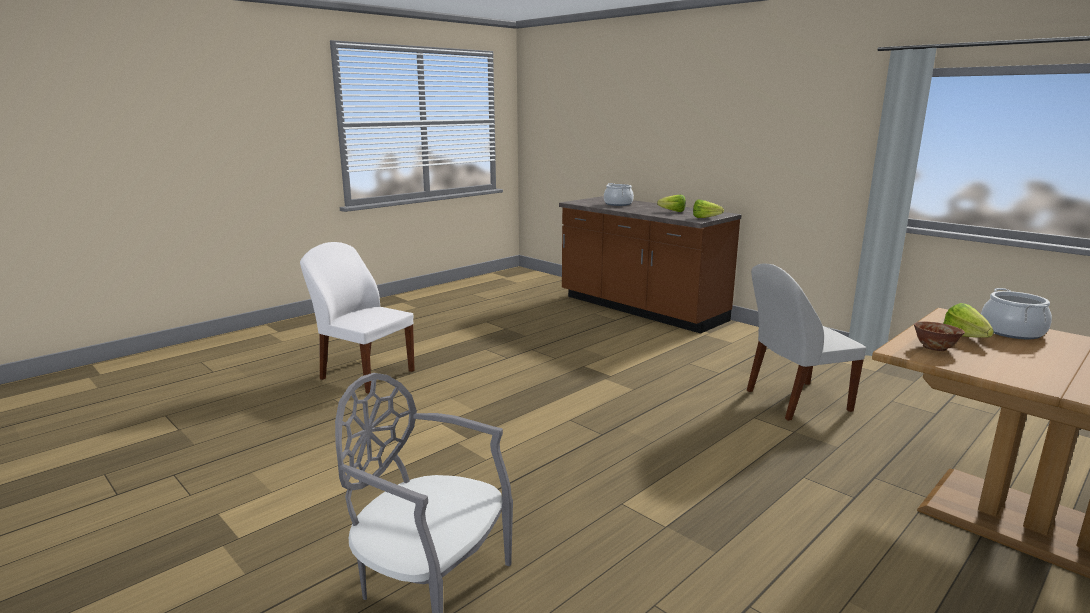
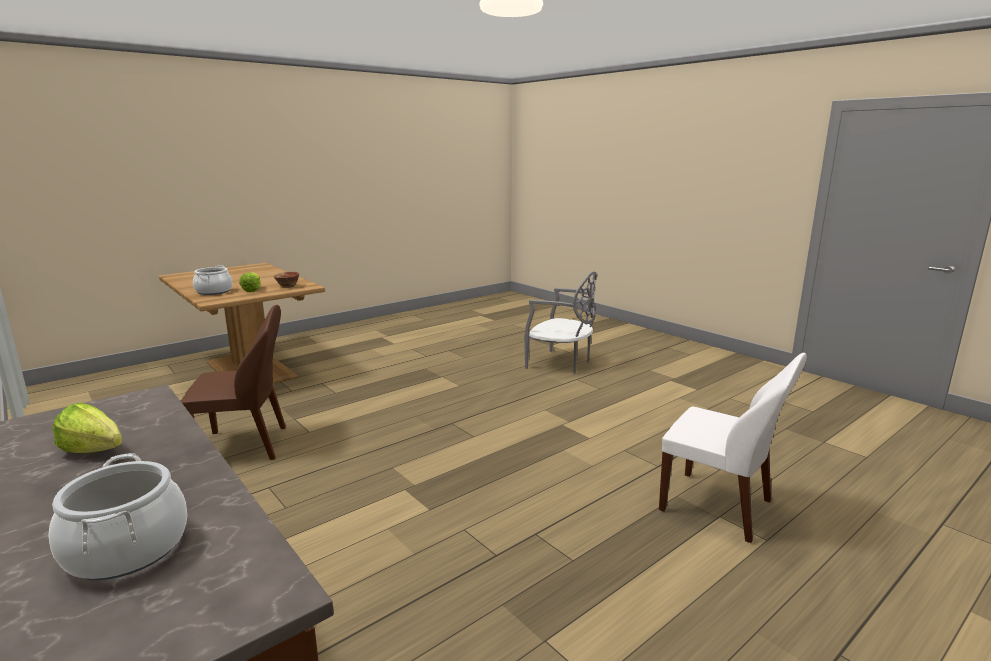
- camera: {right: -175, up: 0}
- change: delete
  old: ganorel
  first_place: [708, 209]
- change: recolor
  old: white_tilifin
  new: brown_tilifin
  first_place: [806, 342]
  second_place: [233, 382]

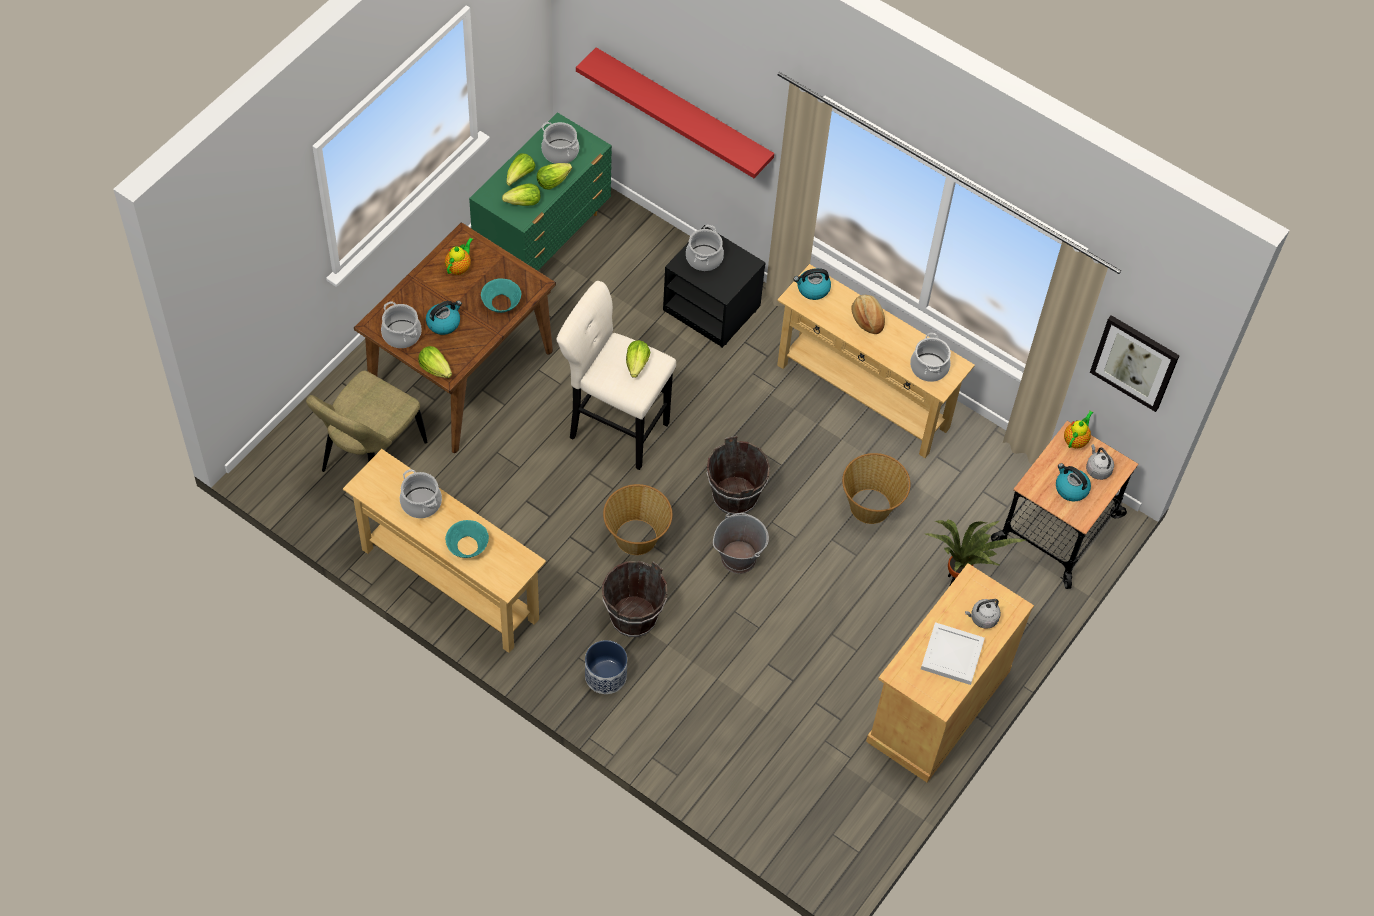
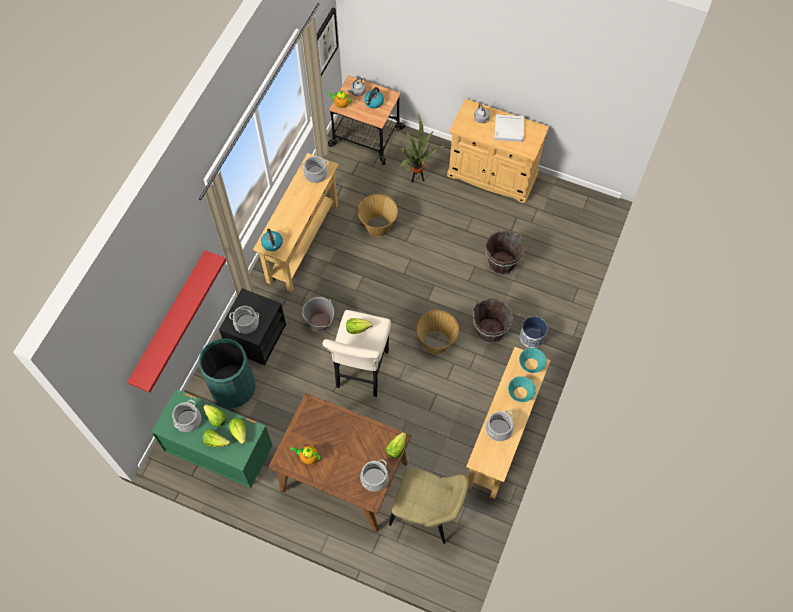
- camera: {right: -100, up: 5}
- change: delete
  old: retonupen
  first_place: [444, 318]
- change: delete
  old: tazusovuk
  first_place: [868, 314]
- change: insert
  new: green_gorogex
  second_place: [226, 373]
- change: move
  old: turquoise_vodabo
  first_place: [501, 295]
  second_place: [533, 360]
- change: move
  old: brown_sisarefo
  first_place: [738, 475]
  second_place: [505, 252]
- change: move
  old: grey_sisarefo
  first_place: [741, 543]
  second_place: [318, 315]

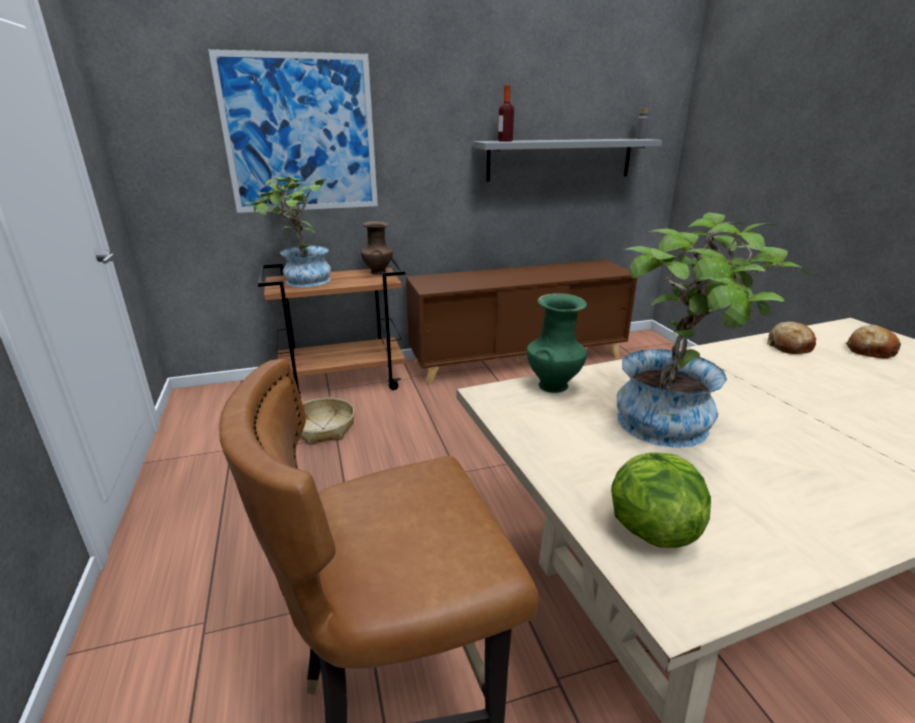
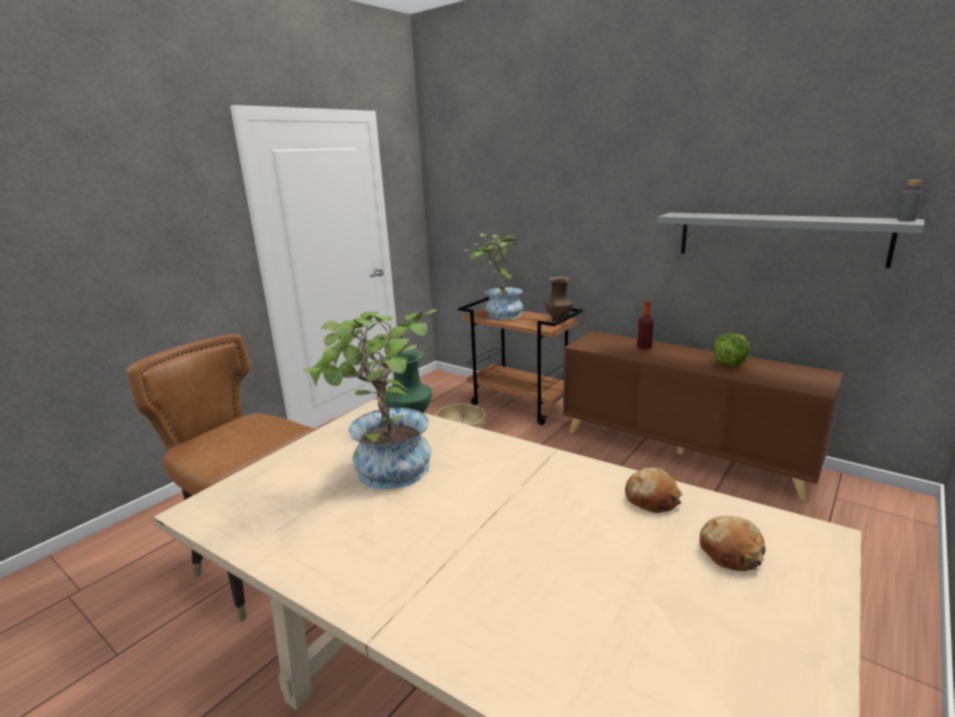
- camera: {right: 55, up: -5}
- change: delete
  old: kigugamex
  first_place: [293, 131]
- change: move
  old: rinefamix
  first_place: [506, 113]
  second_place: [645, 325]
- change: move
  old: ganorel
  first_place: [661, 500]
  second_place: [731, 349]

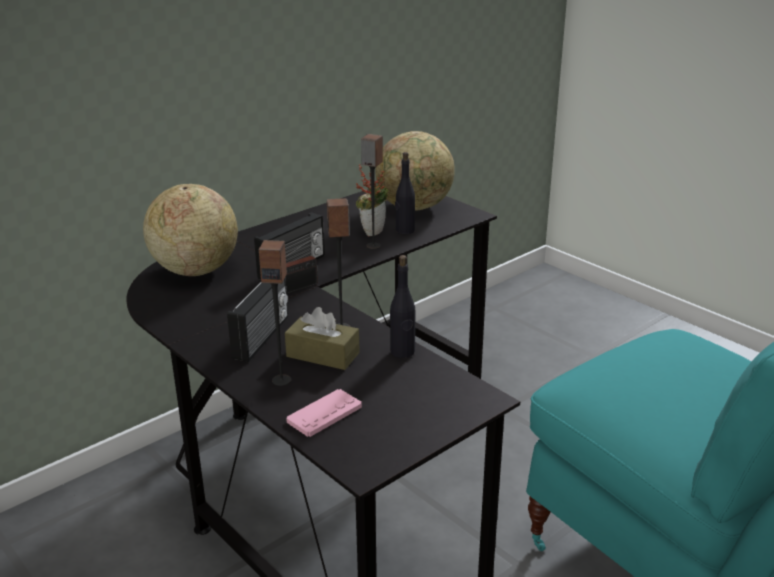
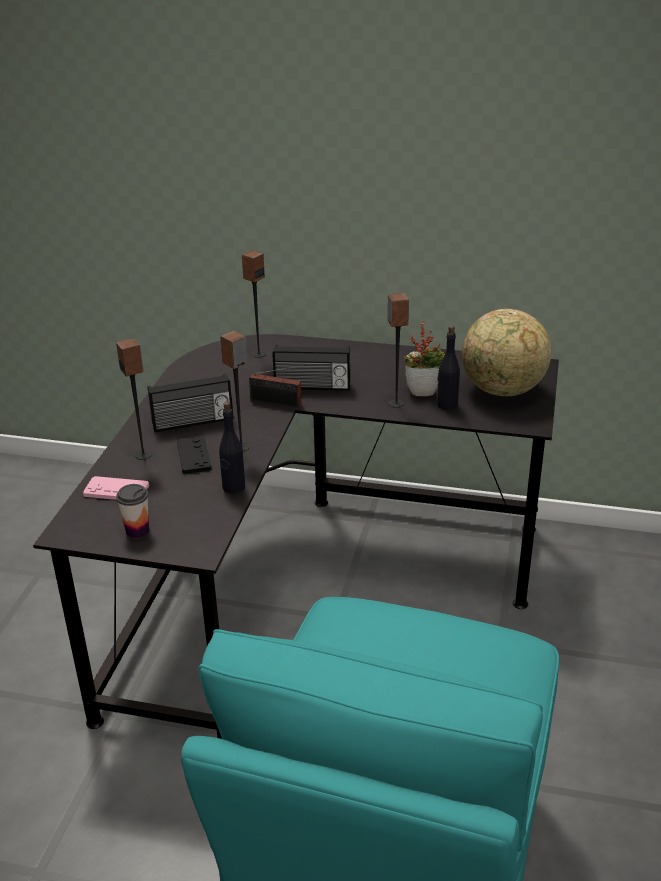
- camera: {right: 55, up: 5}
- change: insert
  new: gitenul
  second_place: [132, 511]
- change: replace
  old: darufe
  new: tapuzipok
  first_place: [190, 230]
  second_place: [254, 304]
- change: replace
  old: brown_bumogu
  new: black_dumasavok
  first_place: [322, 338]
  second_place: [194, 455]

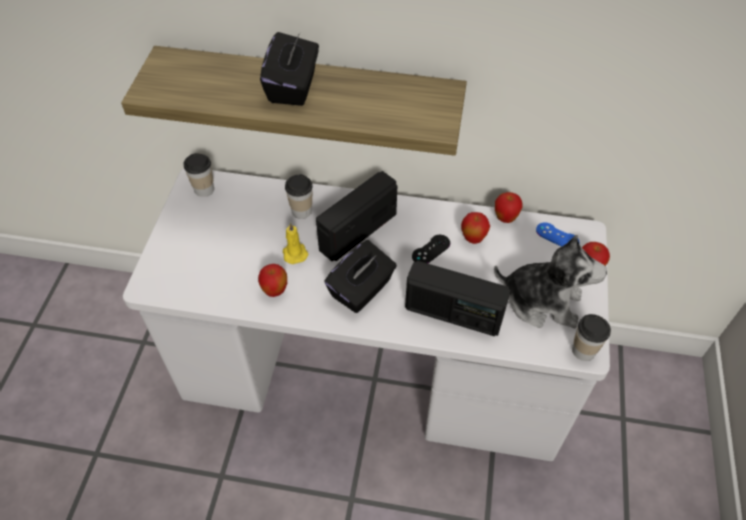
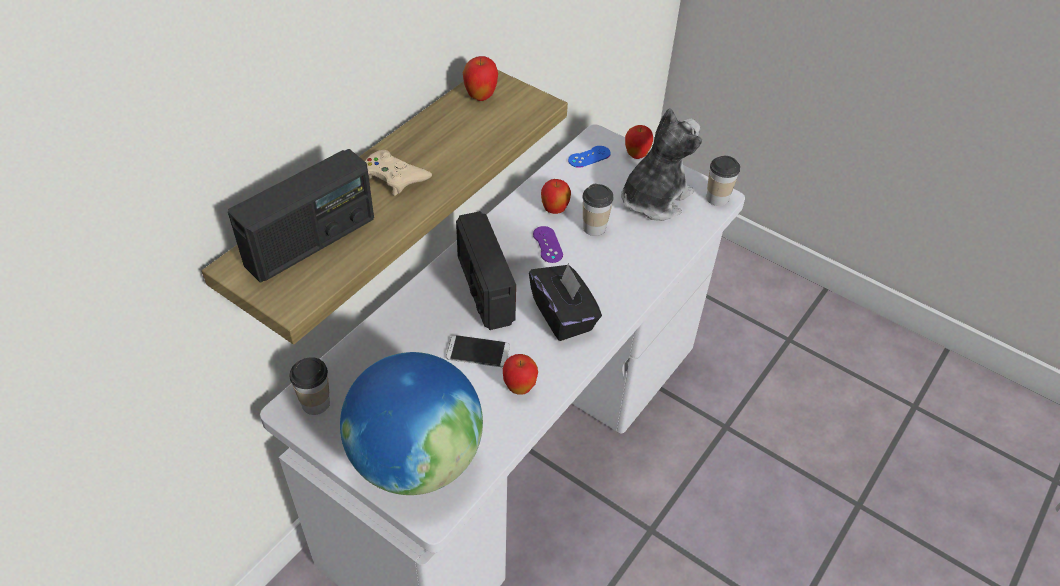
- camera: {right: -65, up: -5}
- change: insert
  new: darufe
  second_place: [411, 423]
- change: move
  old: gitenul
  first_place: [299, 196]
  second_place: [598, 210]
- change: move
  old: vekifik
  first_place: [458, 298]
  second_place: [301, 216]
- change: move
  old: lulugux
  first_place: [509, 207]
  second_place: [480, 78]
- change: replace
  old: black_bumogu
  new: beige_dumasavok
  first_place: [289, 69]
  second_place: [398, 173]
- change: replace
  old: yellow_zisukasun
  new: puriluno
  first_place: [295, 243]
  second_place: [478, 351]
- change: recolor
  old: black_dumasavok
  new: purple_dumasavok
  first_place: [431, 249]
  second_place: [548, 244]

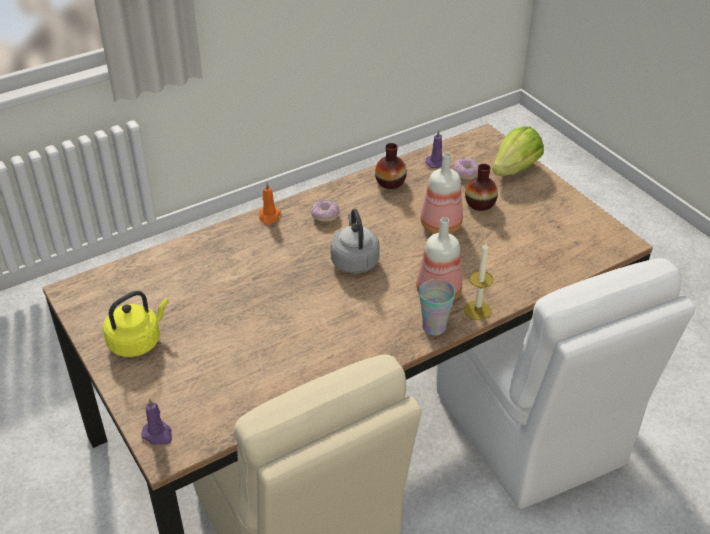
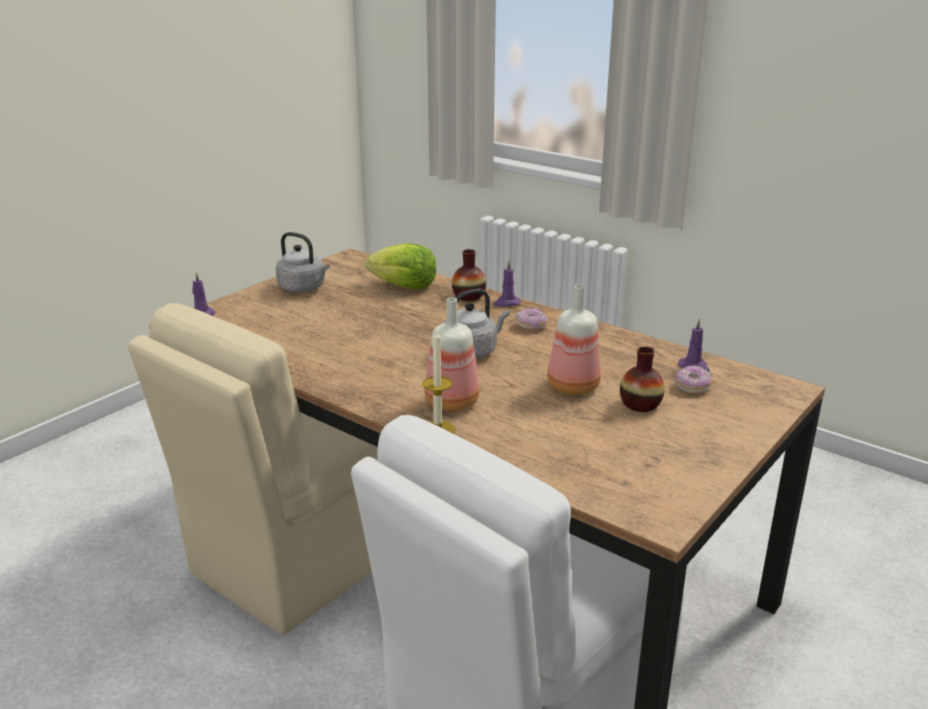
- camera: {right: 70, up: -15}
- change: delete
  old: gitenul
  first_place: [437, 307]
- change: move
  old: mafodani
  first_place: [391, 166]
  second_place: [469, 275]
- change: move
  old: ganorel
  first_place: [518, 151]
  second_place: [400, 266]
- change: recolor
  old: yellow_retonupen
  new: grey_retonupen
  first_place: [136, 324]
  second_place: [302, 262]
- change: recolor
  old: orange_zisukasun
  new: purple_zisukasun
  first_place: [270, 203]
  second_place: [507, 284]

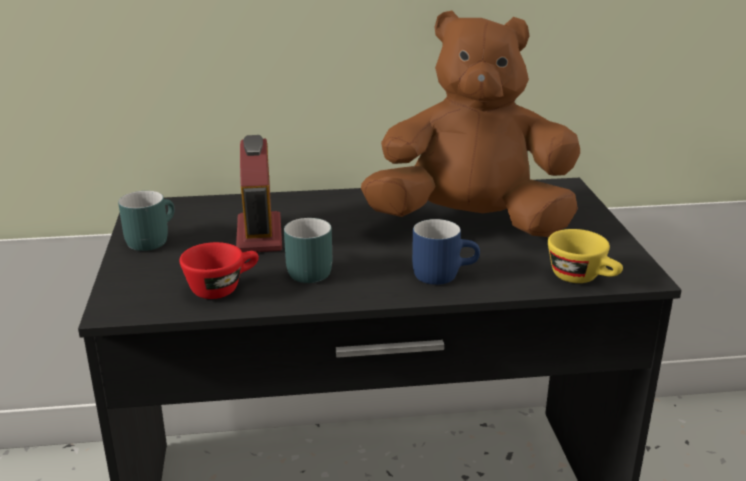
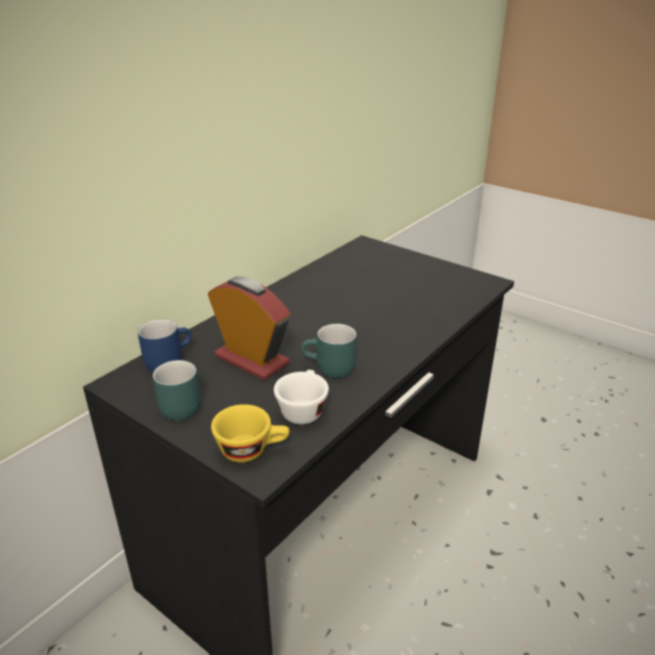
- camera: {right: -45, up: 5}
- change: delete
  old: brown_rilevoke
  first_place: [470, 124]
- change: move
  old: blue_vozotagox
  first_place: [446, 252]
  second_place: [164, 345]
- change: move
  old: yellow_gitenul
  first_place: [585, 256]
  second_place: [250, 433]
- change: recolor
  old: red_gitenul
  new: white_gitenul
  first_place: [219, 270]
  second_place: [301, 397]

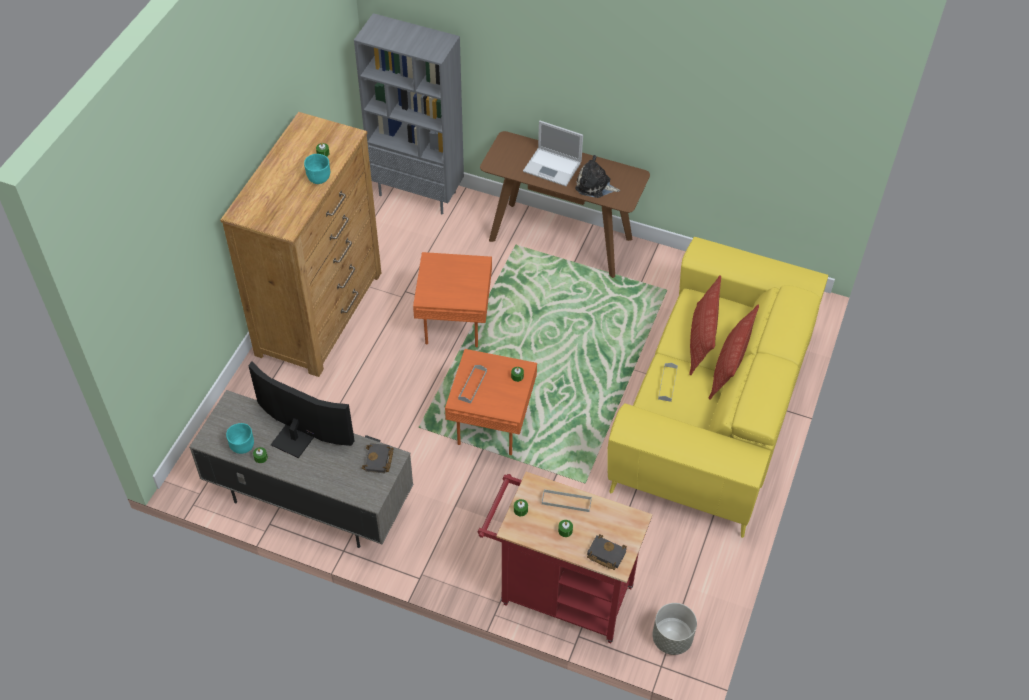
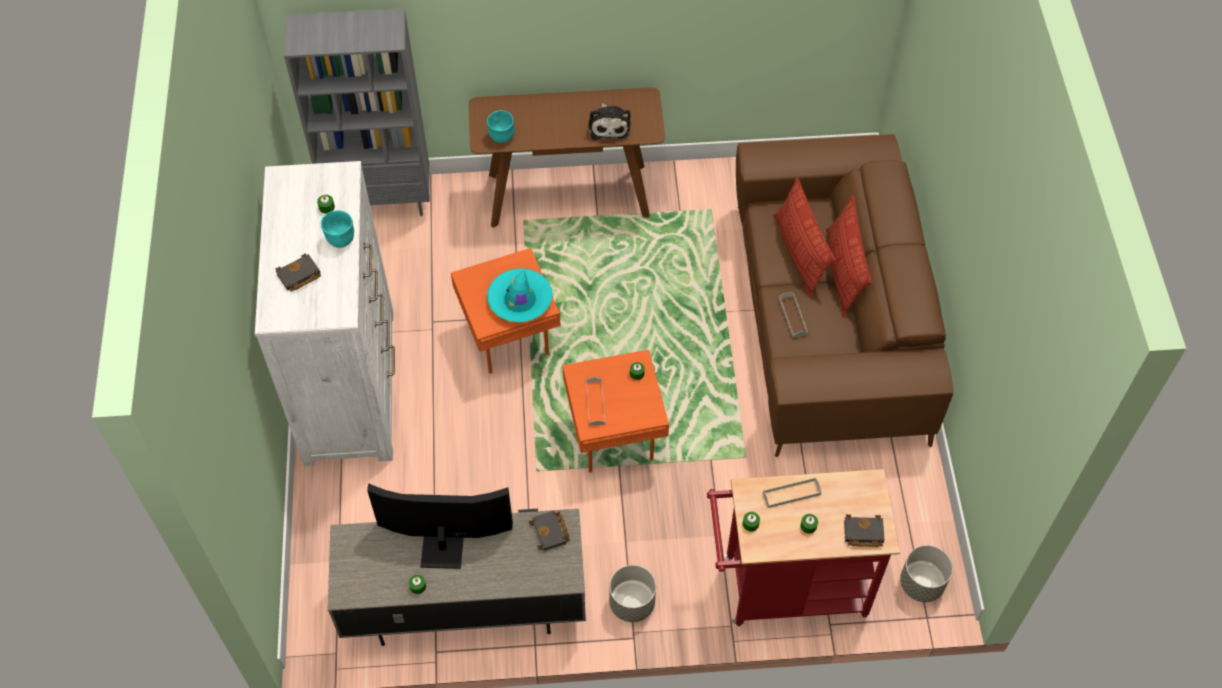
- camera: {right: -25, up: 5}
- change: delete
  old: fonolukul
  first_place: [553, 153]
- change: insert
  new: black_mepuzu
  second_place: [298, 273]
- change: insert
  new: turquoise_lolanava
  second_place: [519, 295]
- change: insert
  new: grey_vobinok
  second_place: [632, 593]
- change: move
  old: turquoise_vodabo
  first_place: [240, 438]
  second_place: [501, 126]
- change: recolor
  old: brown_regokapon
  new: white_regokapon
  first_place: [300, 244]
  second_place: [325, 313]
- change: recolor
  old: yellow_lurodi
  new: brown_lurodi
  first_place: [717, 387]
  second_place: [844, 295]
- change: rotate
  old: rilevoke
  first_place: [597, 176]
  second_place: [609, 121]
  degrees: -90

